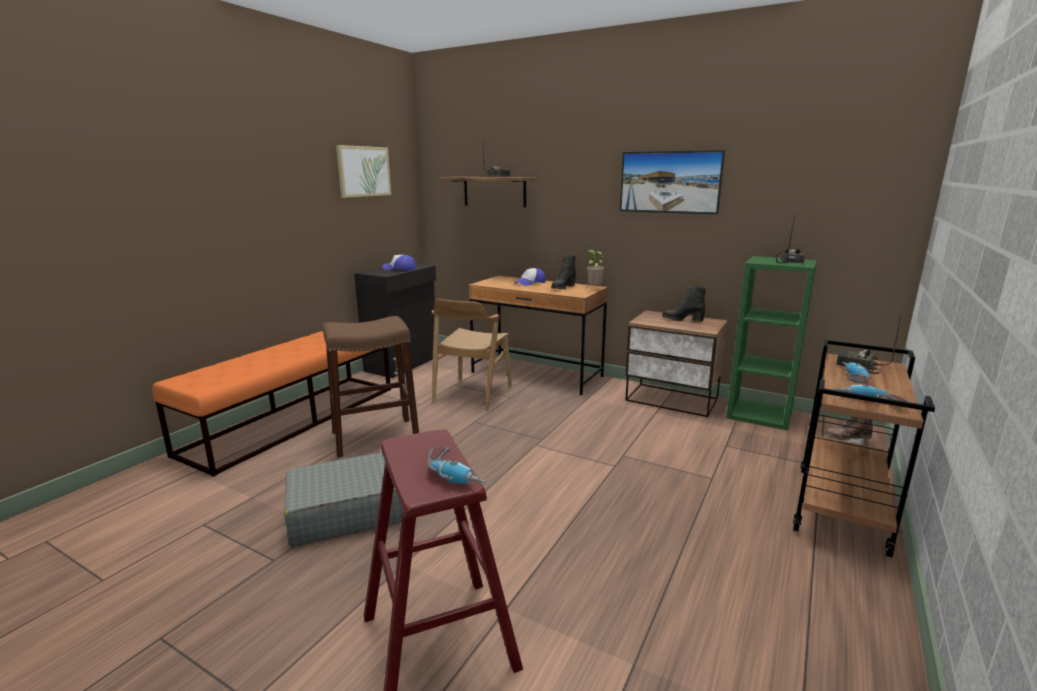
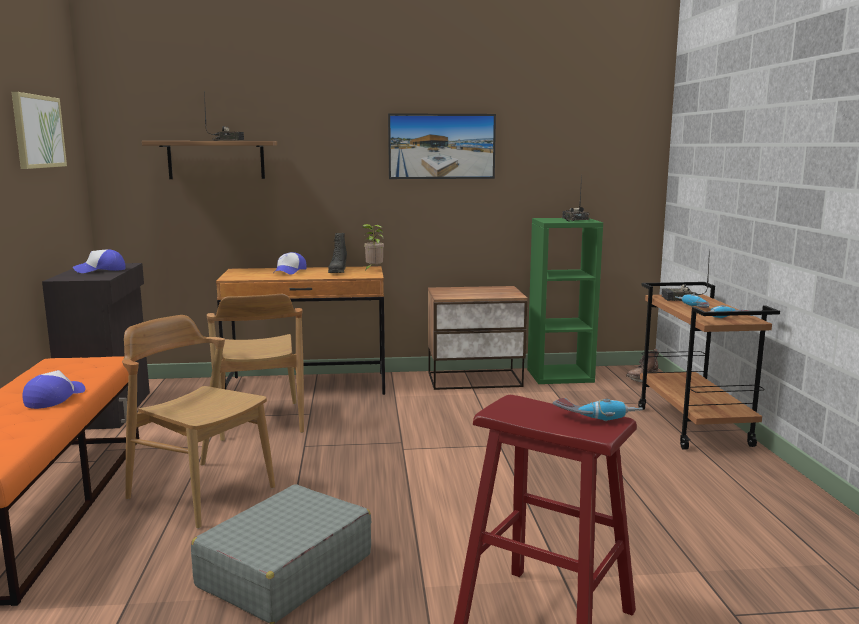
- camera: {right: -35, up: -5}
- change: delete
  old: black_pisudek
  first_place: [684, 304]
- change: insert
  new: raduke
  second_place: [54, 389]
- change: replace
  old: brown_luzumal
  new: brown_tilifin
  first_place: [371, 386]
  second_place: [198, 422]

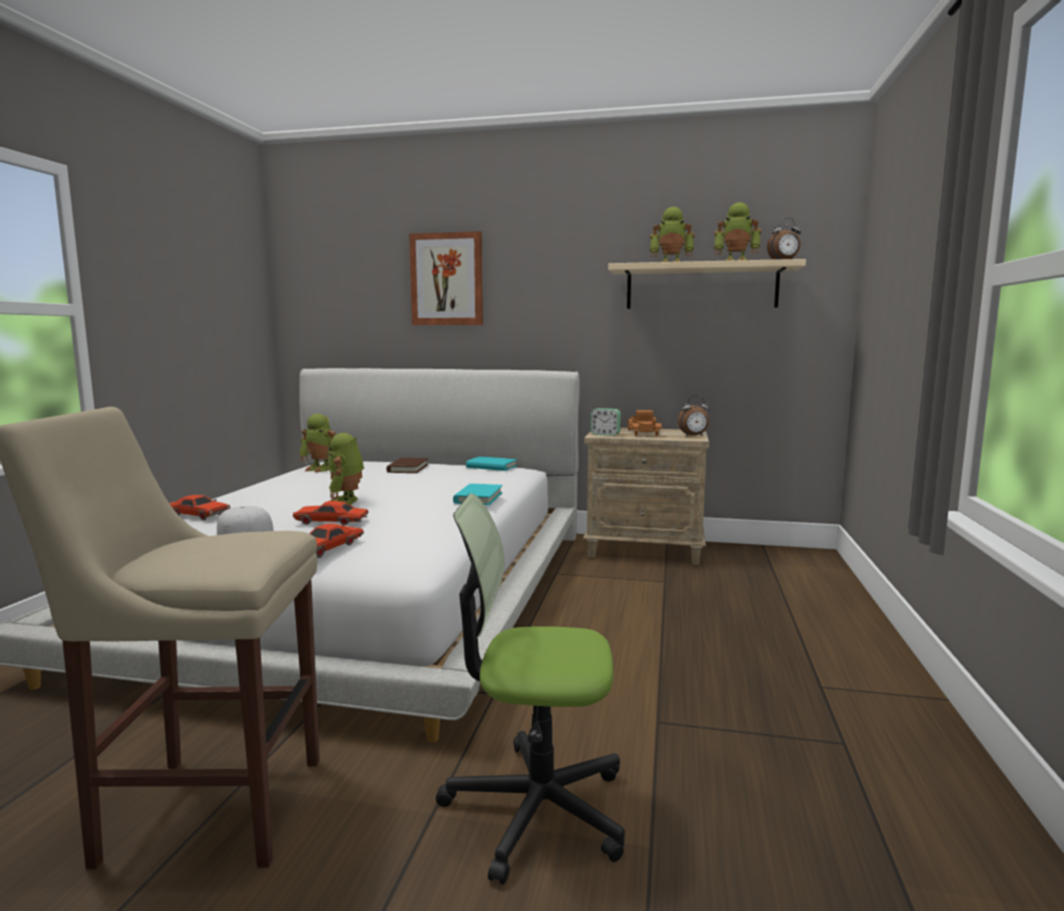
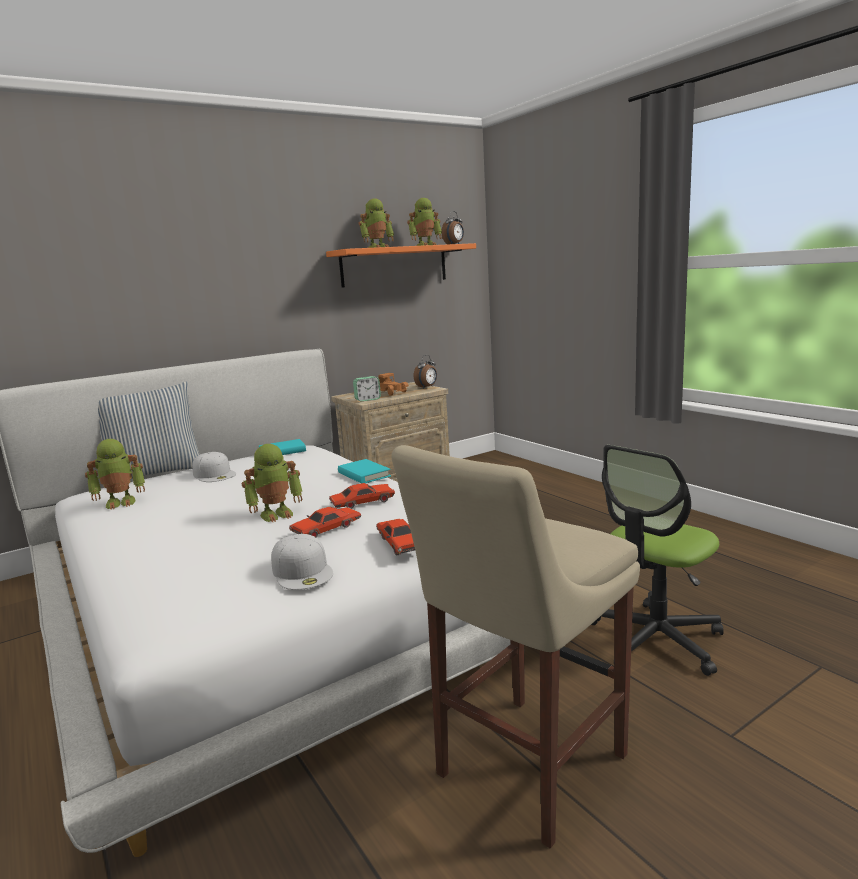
- camera: {right: -45, up: 5}
- change: delete
  old: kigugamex
  first_place: [446, 278]
- change: insert
  new: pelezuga
  second_place: [149, 430]
- change: move
  old: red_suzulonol
  first_place: [199, 507]
  second_place: [362, 496]
- change: replace
  old: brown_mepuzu
  new: white_raduke
  first_place: [407, 465]
  second_place: [214, 467]
- change: recolor
  old: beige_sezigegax
  new: orange_sezigegax
  first_place: [707, 284]
  second_place: [401, 265]
- change: rotate
  old: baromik
  first_place: [346, 469]
  second_place: [272, 483]
  degrees: -75

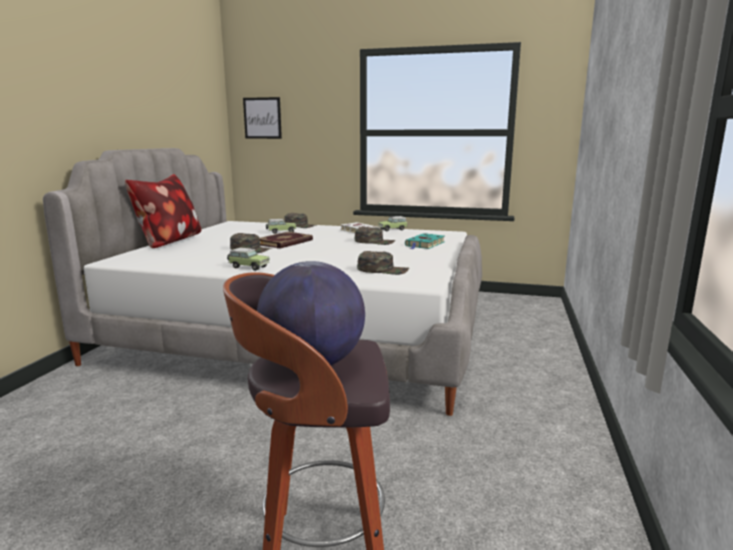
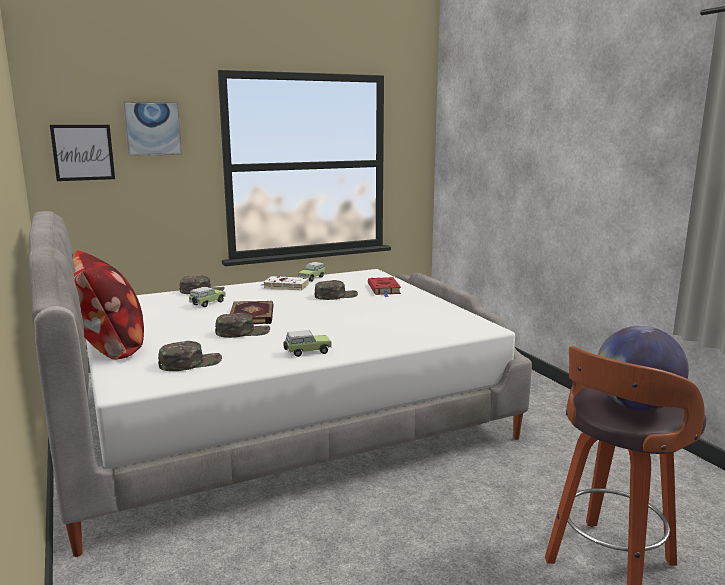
- camera: {right: -40, up: 0}
- change: insert
  new: kigugamex
  second_place: [152, 128]
- change: move
  old: green_raduke
  first_place: [383, 263]
  second_place: [190, 356]
- change: recolor
  old: turquoise_mepuzu
  new: red_mepuzu
  first_place: [425, 241]
  second_place: [384, 287]

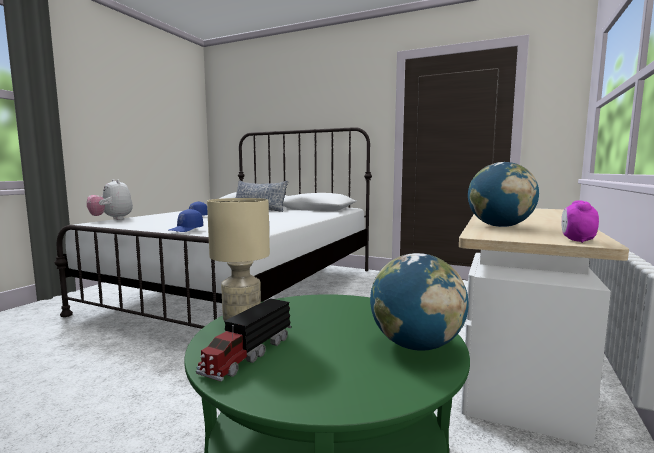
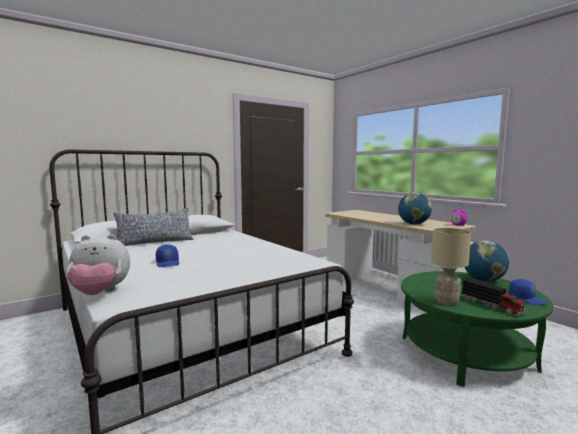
- camera: {right: -60, up: 0}
- change: move
  old: blue_raduke
  first_place: [185, 220]
  second_place: [528, 292]

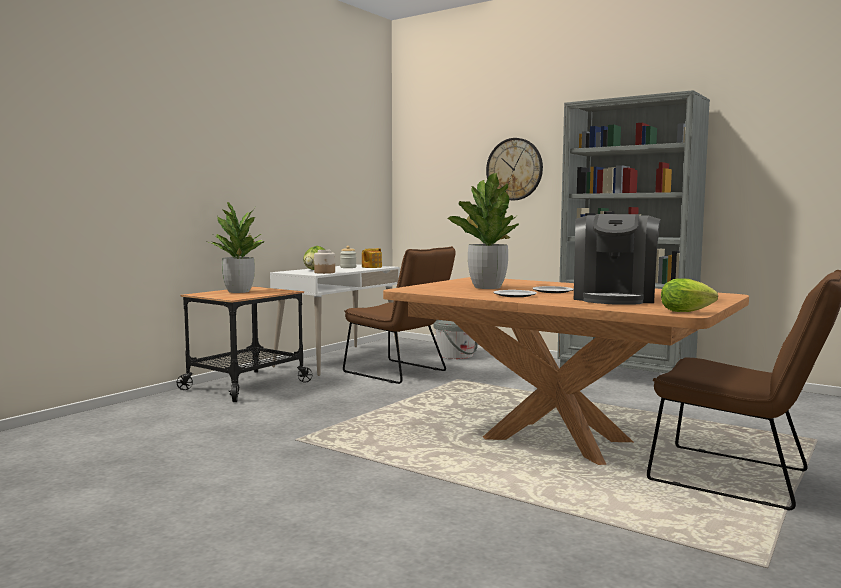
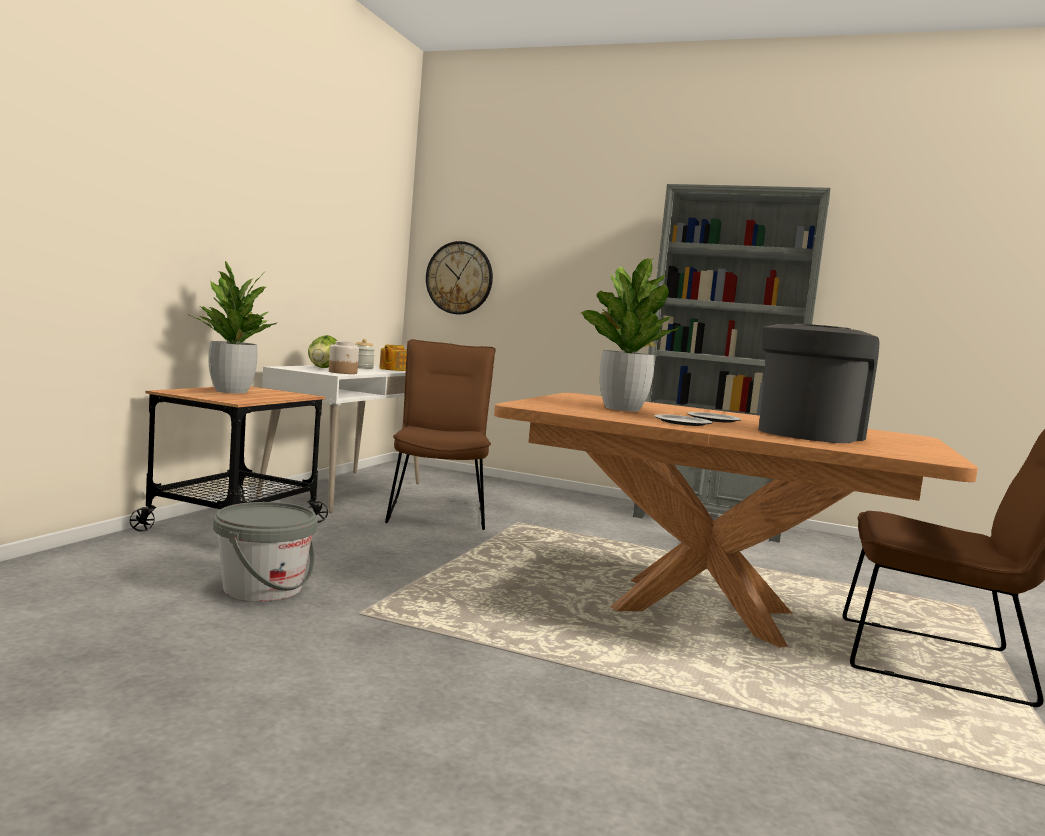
- camera: {right: -15, up: 0}
- change: delete
  old: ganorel
  first_place: [689, 295]
- change: move
  old: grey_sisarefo
  first_place: [455, 339]
  second_place: [265, 551]
- change: move
  old: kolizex
  first_place: [514, 169]
  second_place: [459, 277]
- change: rotate
  old: brown_tilifin
  first_place: [399, 315]
  second_place: [440, 434]
  degrees: -120
- change: rotate
  old: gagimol
  first_place: [617, 259]
  second_place: [819, 383]
  degrees: -150

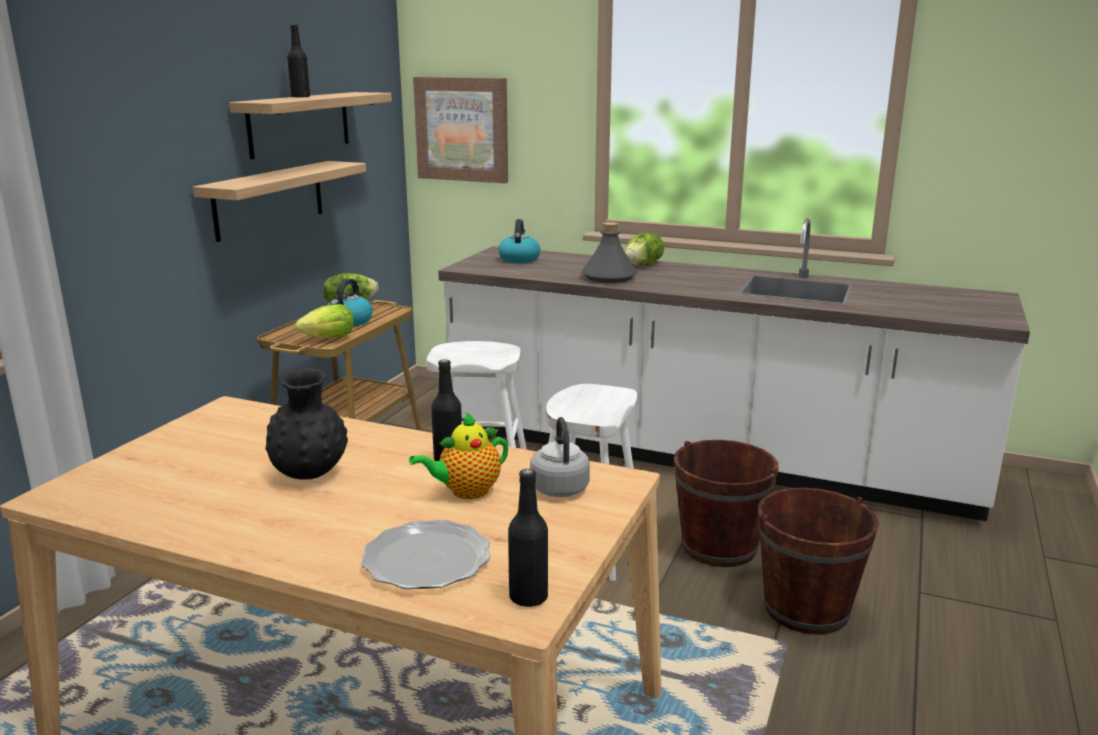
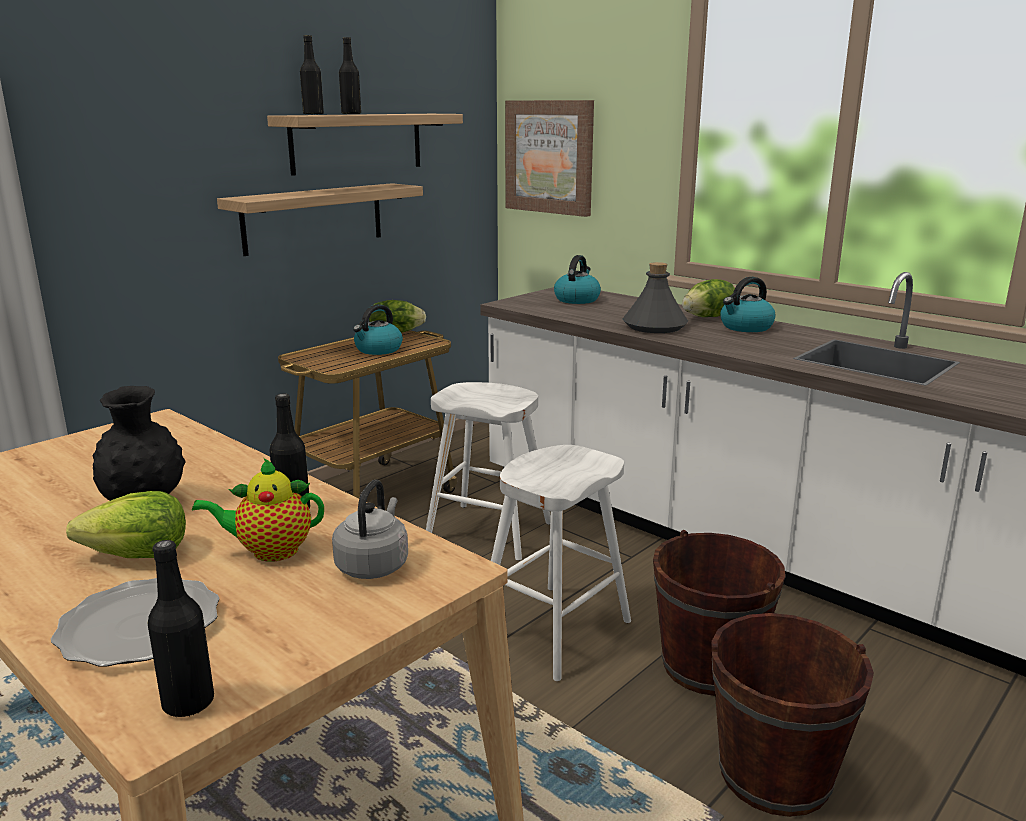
- camera: {right: 20, up: 0}
- change: insert
  new: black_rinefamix
  second_place: [312, 75]
- change: insert
  new: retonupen
  second_place: [747, 304]
- change: move
  old: ganorel
  first_place: [324, 321]
  second_place: [126, 524]

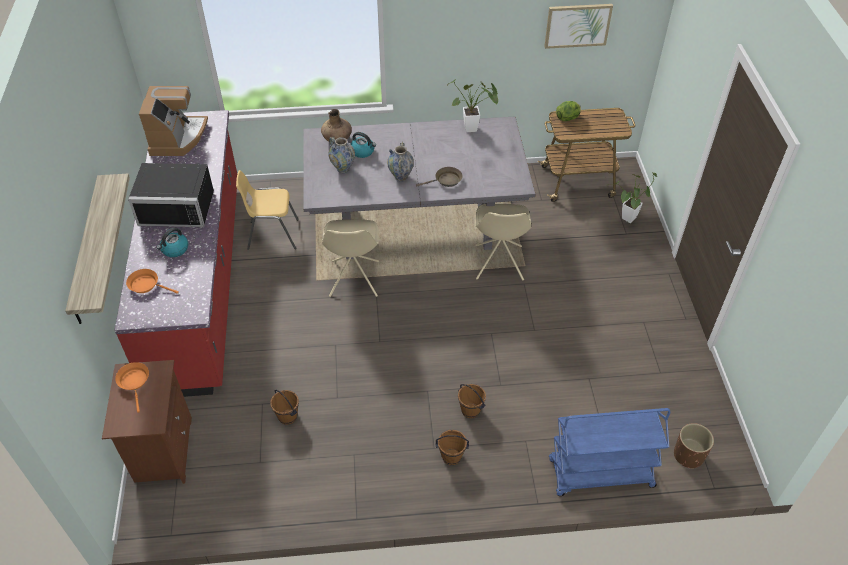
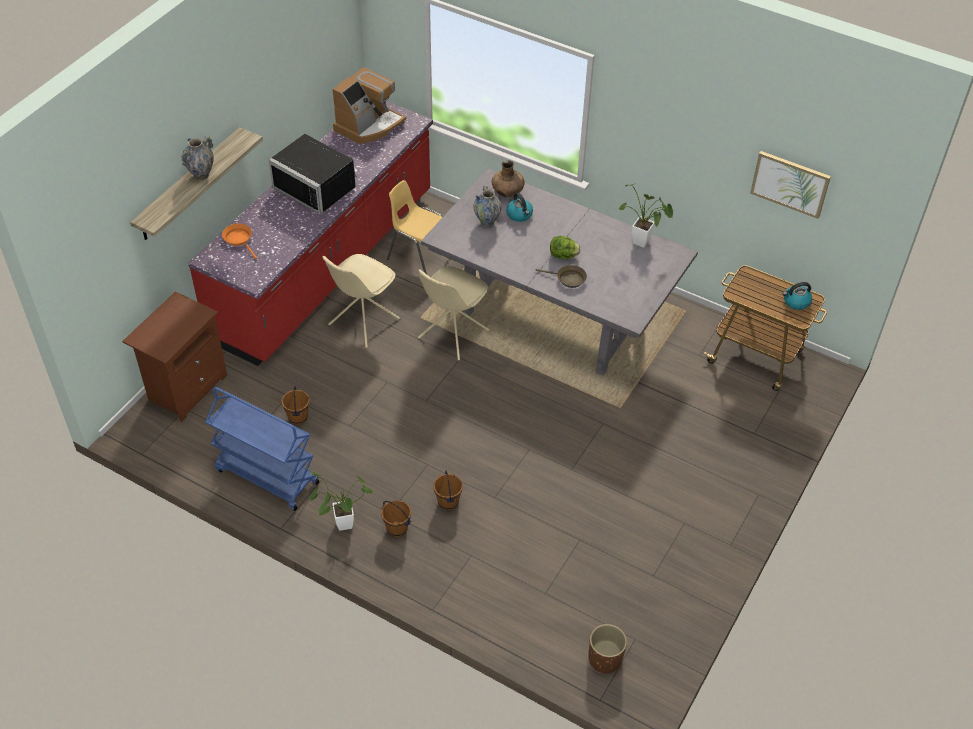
- camera: {right: 35, up: 0}
- change: delete
  old: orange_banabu
  first_place: [132, 387]
- change: move
  old: retonupen
  first_place: [172, 242]
  second_place: [797, 296]
- change: move
  old: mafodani
  first_place: [400, 162]
  second_place: [197, 158]
- change: move
  old: beige_tilifin
  first_place: [504, 242]
  second_place: [361, 301]
- change: move
  old: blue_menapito
  first_place: [609, 452]
  second_place: [263, 449]
- change: move
  old: ganorel
  first_place: [568, 111]
  second_place: [565, 247]
- change: move
  old: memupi
  first_place: [632, 198]
  second_place: [341, 501]

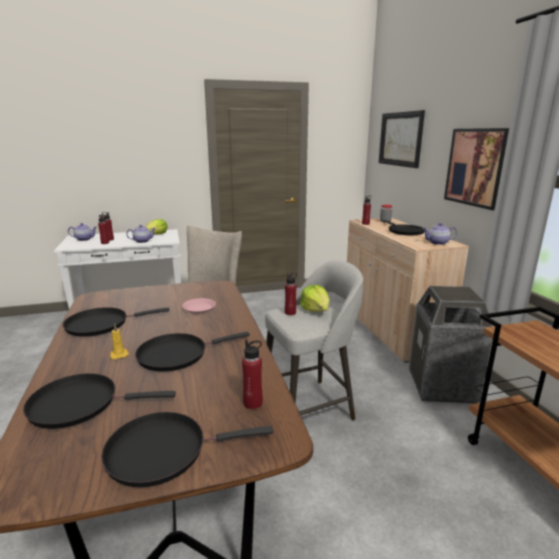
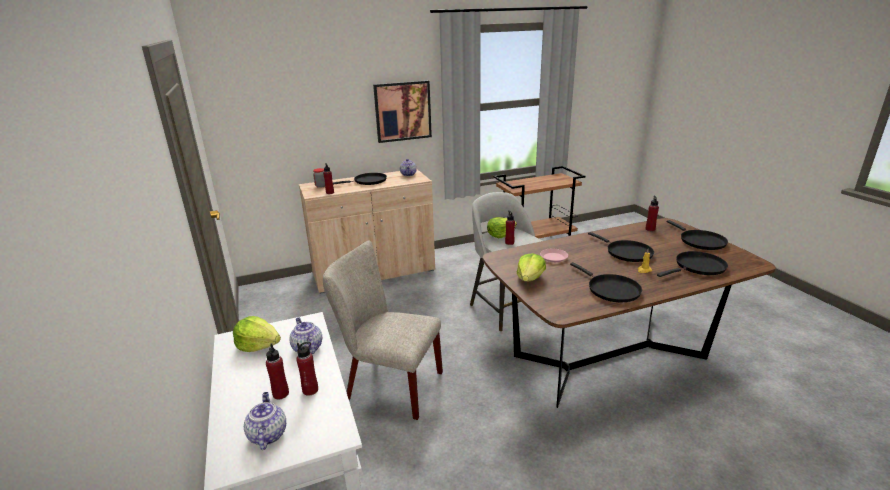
- camera: {right: -95, up: 5}
- change: delete
  old: kigugamex
  first_place: [402, 139]
- change: delete
  old: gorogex
  first_place: [450, 345]
- change: insert
  new: ganorel
  second_place: [531, 267]
- change: rotate
  old: black_banabu
  first_place: [99, 401]
  second_place: [692, 264]
  degrees: -105

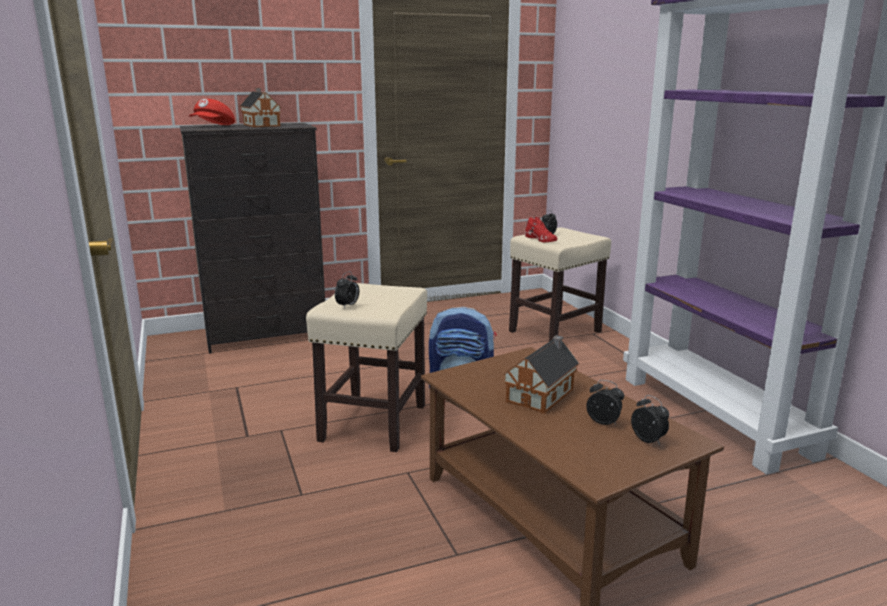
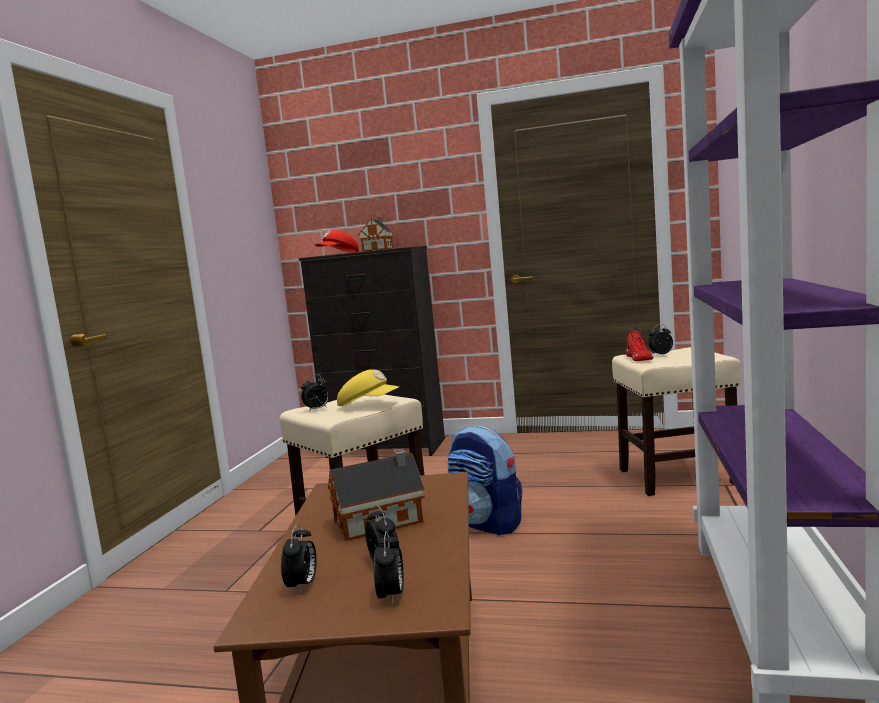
- camera: {right: 35, up: -10}
- change: insert
  new: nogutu
  second_place: [299, 559]
- change: insert
  new: yellow_raduke
  second_place: [368, 387]

